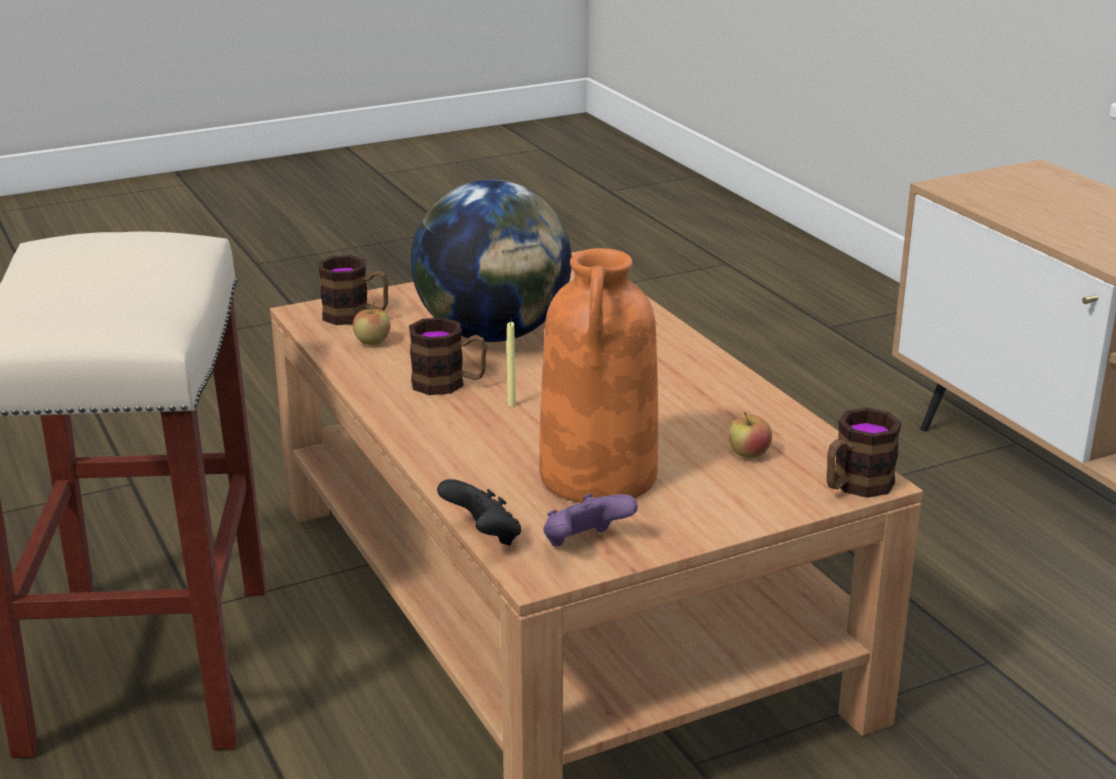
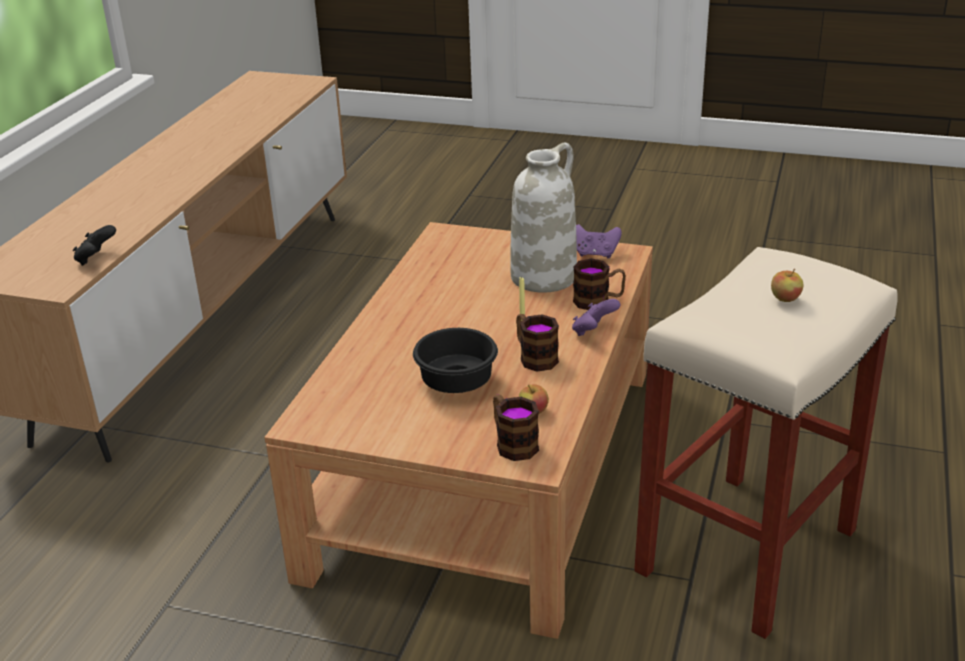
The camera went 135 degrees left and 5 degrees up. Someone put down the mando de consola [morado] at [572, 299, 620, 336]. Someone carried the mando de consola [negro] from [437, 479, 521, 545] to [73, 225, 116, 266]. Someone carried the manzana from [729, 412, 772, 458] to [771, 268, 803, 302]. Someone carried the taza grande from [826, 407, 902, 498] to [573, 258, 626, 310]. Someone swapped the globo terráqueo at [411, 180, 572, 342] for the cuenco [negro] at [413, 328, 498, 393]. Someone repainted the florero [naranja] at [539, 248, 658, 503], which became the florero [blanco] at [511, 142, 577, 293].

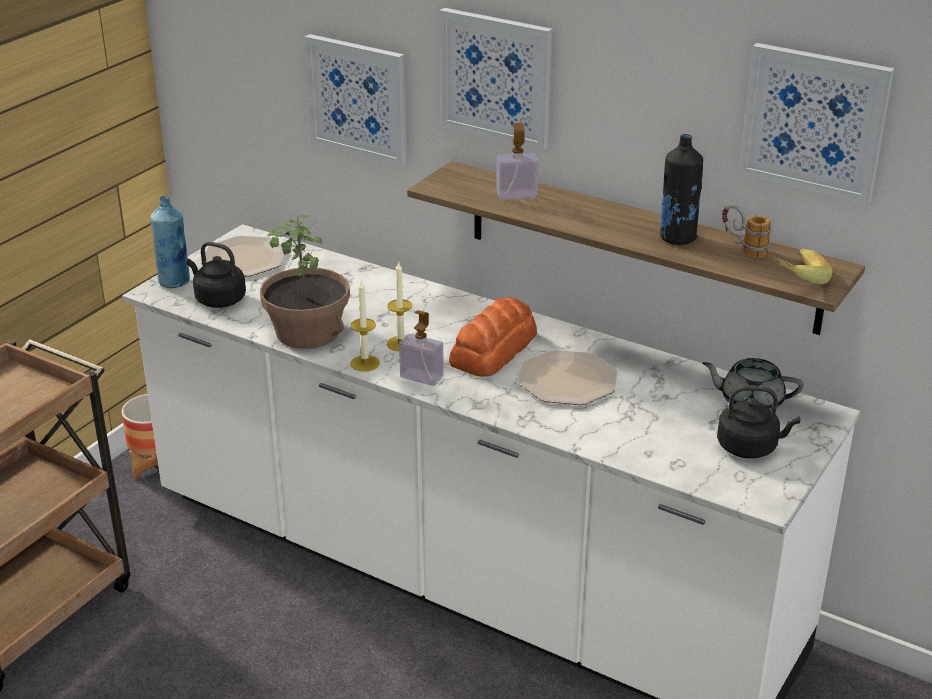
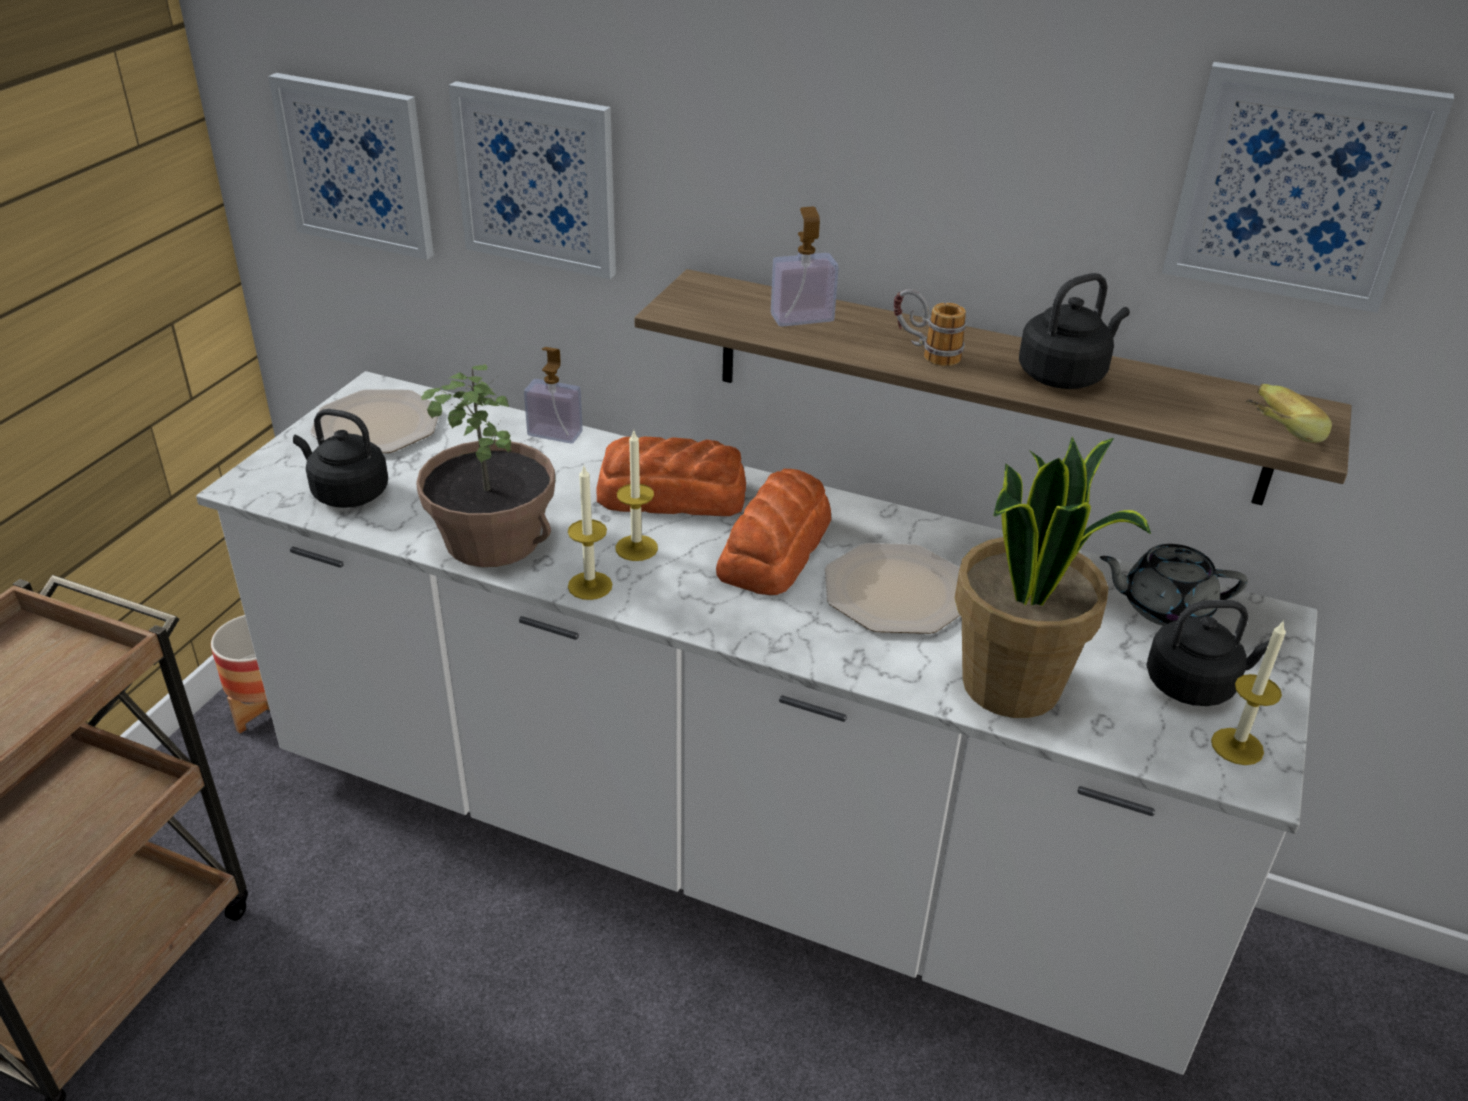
The camera went 10 degrees left and 5 degrees up. Someone took away the botella [azul] at [150, 196, 190, 288]. Someone put down the pan at [596, 437, 746, 516]. Someone put down the planta en maceta at [955, 437, 1151, 718]. Someone put down the vela at [1211, 620, 1286, 765]. Someone carried the dispensador de jabón from [399, 310, 444, 386] to [524, 347, 583, 443]. Someone carried the cuadro from [440, 8, 553, 150] to [268, 73, 434, 260]. Someone carried the taza grande from [722, 205, 771, 258] to [894, 289, 967, 366]. Someone swapped the botella [negro] at [660, 134, 703, 245] for the hervidor [negro] at [1019, 273, 1130, 389].

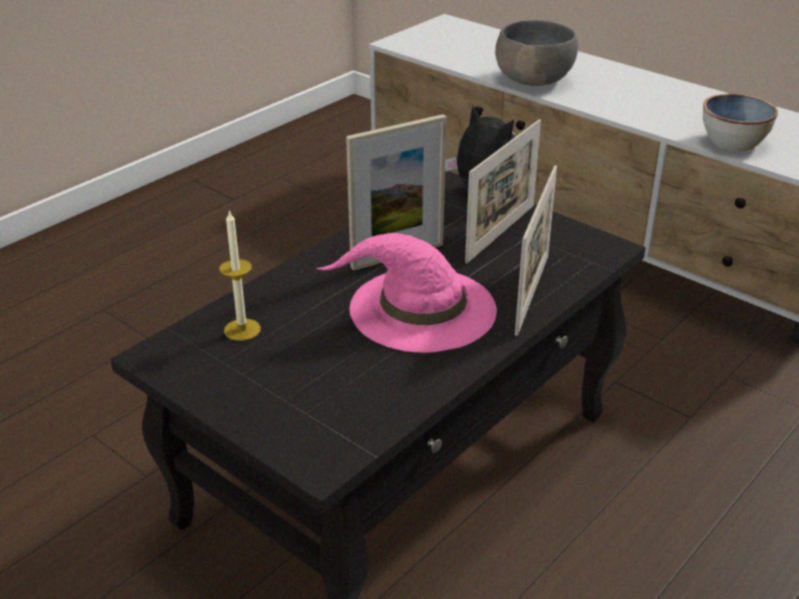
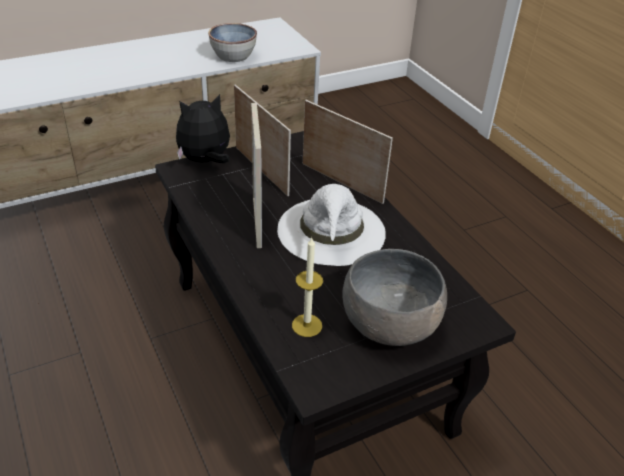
The camera went 70 degrees left and 5 degrees up. Someone carried the cuenco [gris] from [495, 20, 578, 86] to [342, 249, 447, 346]. Someone repainted the sombrero [rosa] at [316, 233, 497, 353], which became the sombrero [blanco] at [277, 184, 386, 266].

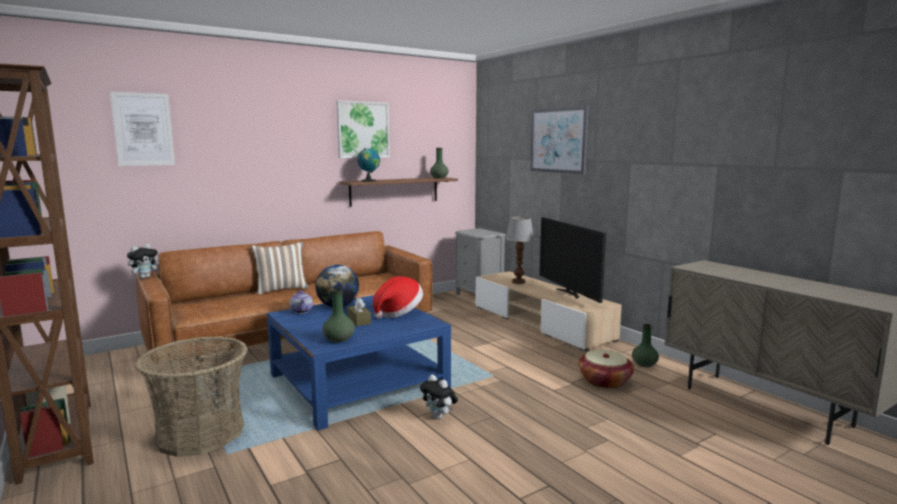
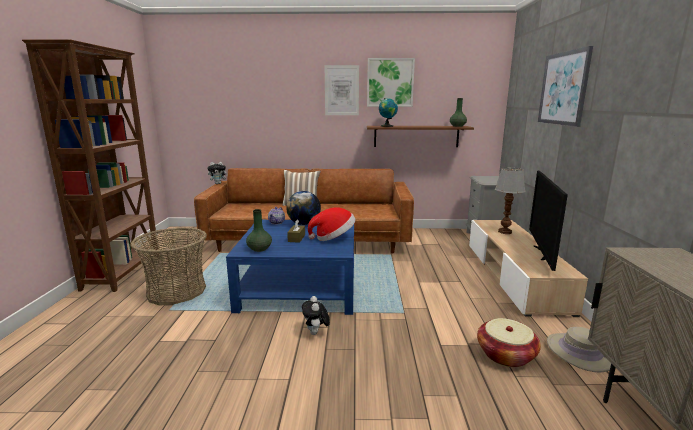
The camera went 35 degrees right and 5 degrees up. Someone carried the cuadro from [110, 92, 175, 166] to [325, 65, 359, 115]. Someone swapped the florero [verde] at [632, 324, 659, 367] for the sombrero [beis] at [547, 327, 611, 372].

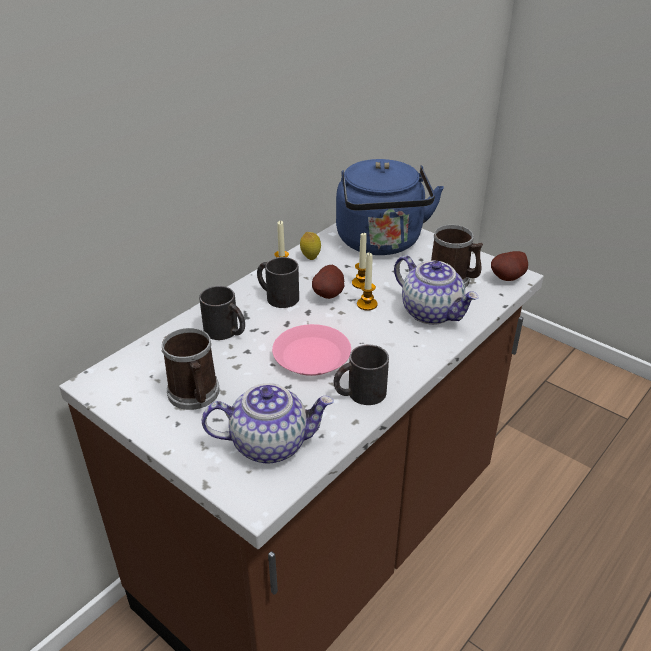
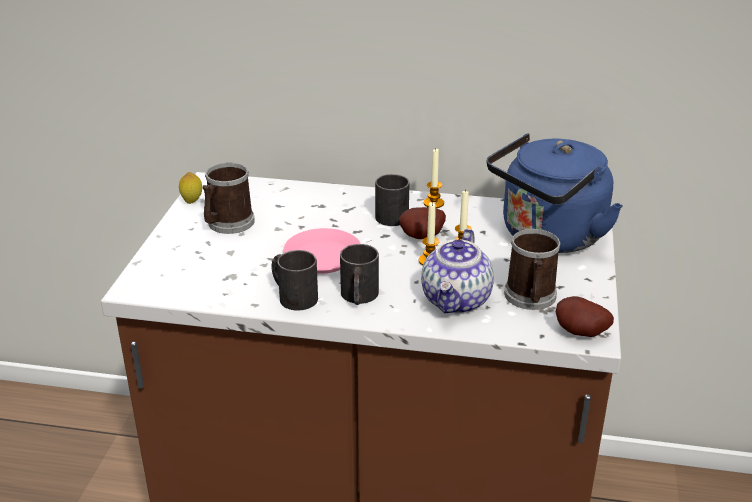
The camera went 60 degrees right and 5 degrees down. Someone took away the tetera at [202, 383, 333, 463]. Someone carried the taza grande [negro] from [199, 286, 245, 340] to [340, 244, 379, 305]. Someone carried the limón from [300, 232, 321, 260] to [179, 172, 202, 204].

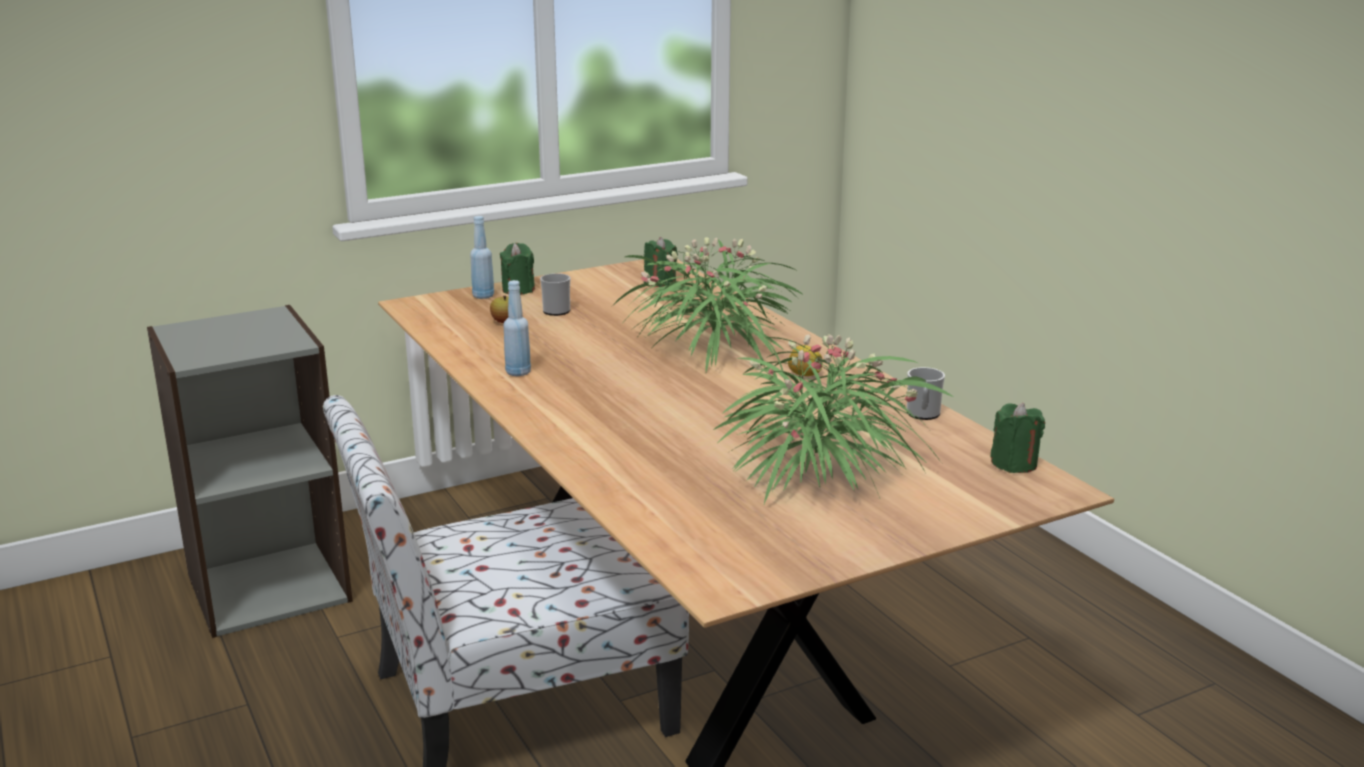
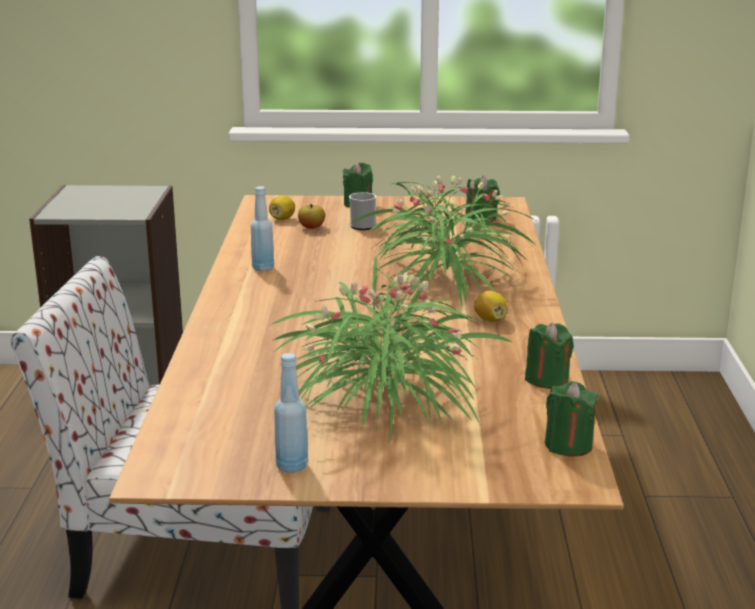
The camera went 30 degrees right and 0 degrees up. Someone put down the limón at [269, 195, 295, 220]. Someone carried the botella [azul] from [470, 216, 494, 299] to [274, 353, 308, 473]. Someone swapped the taza grande at [907, 367, 945, 420] for the vela [verde] at [525, 323, 574, 389].

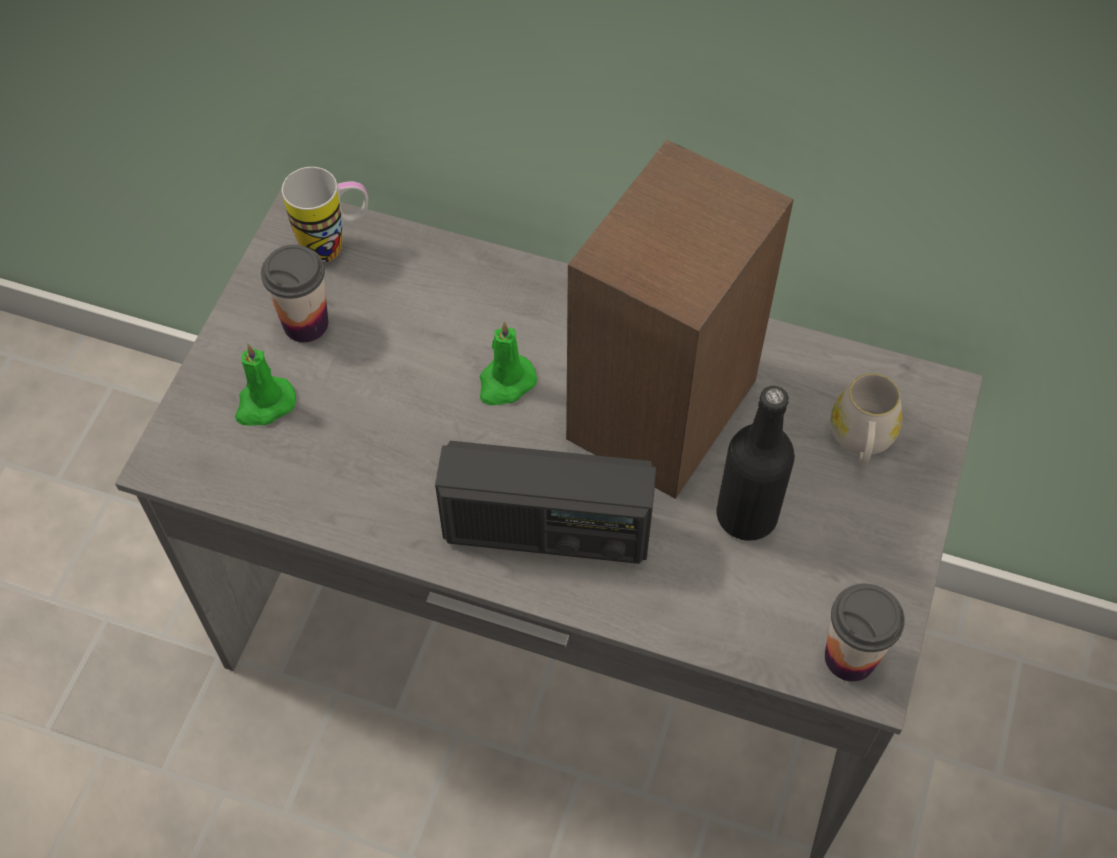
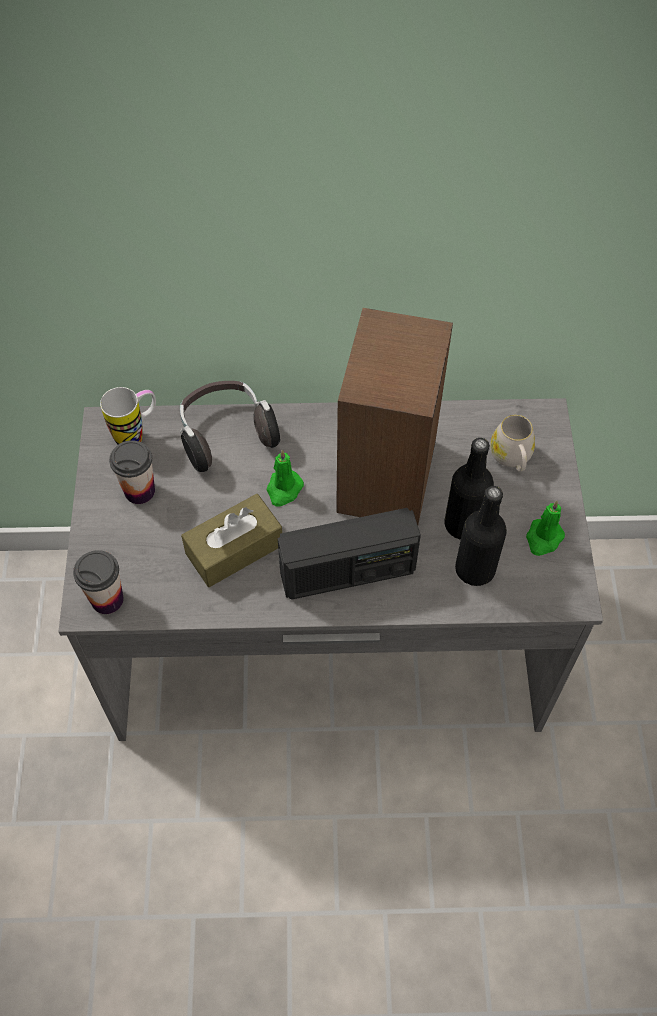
The camera went 20 degrees left and 0 degrees up. Someone put down the auriculares at [180, 381, 280, 472]. Someone put down the caja de pañuelos [marrón] at [181, 494, 282, 587]. Someone put down the botella [negro] at [455, 486, 507, 586]. Someone carried the vela [verde] from [235, 344, 296, 426] to [526, 501, 565, 556]. Someone carried the taza from [825, 584, 905, 682] to [73, 550, 124, 614].

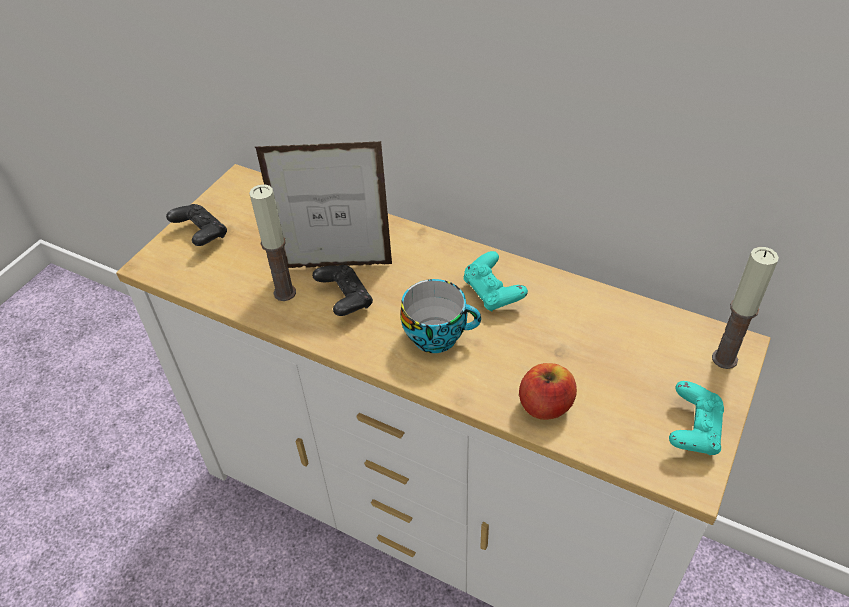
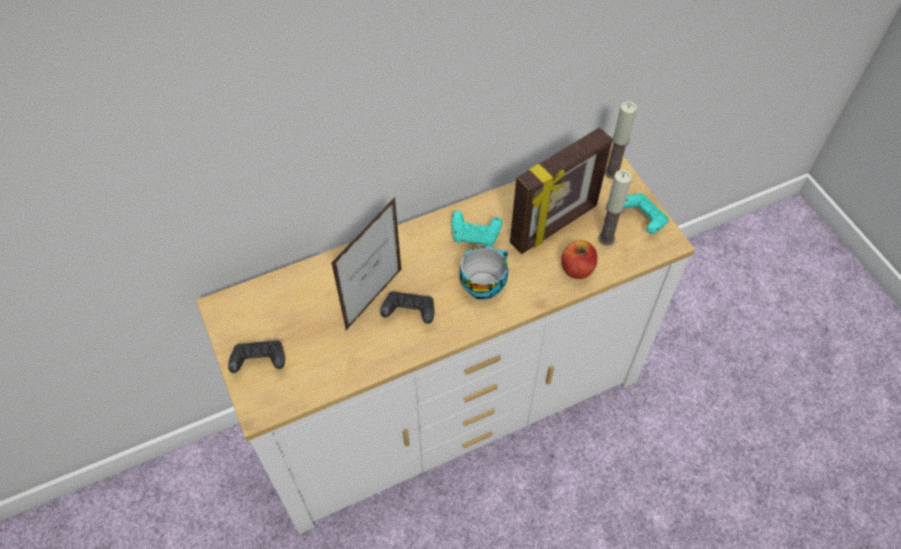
The camera went 55 degrees left and 10 degrees up. Someone put down the portarretratos at [510, 127, 613, 254]. Someone carried the vela from [249, 184, 296, 301] to [598, 170, 632, 246].

